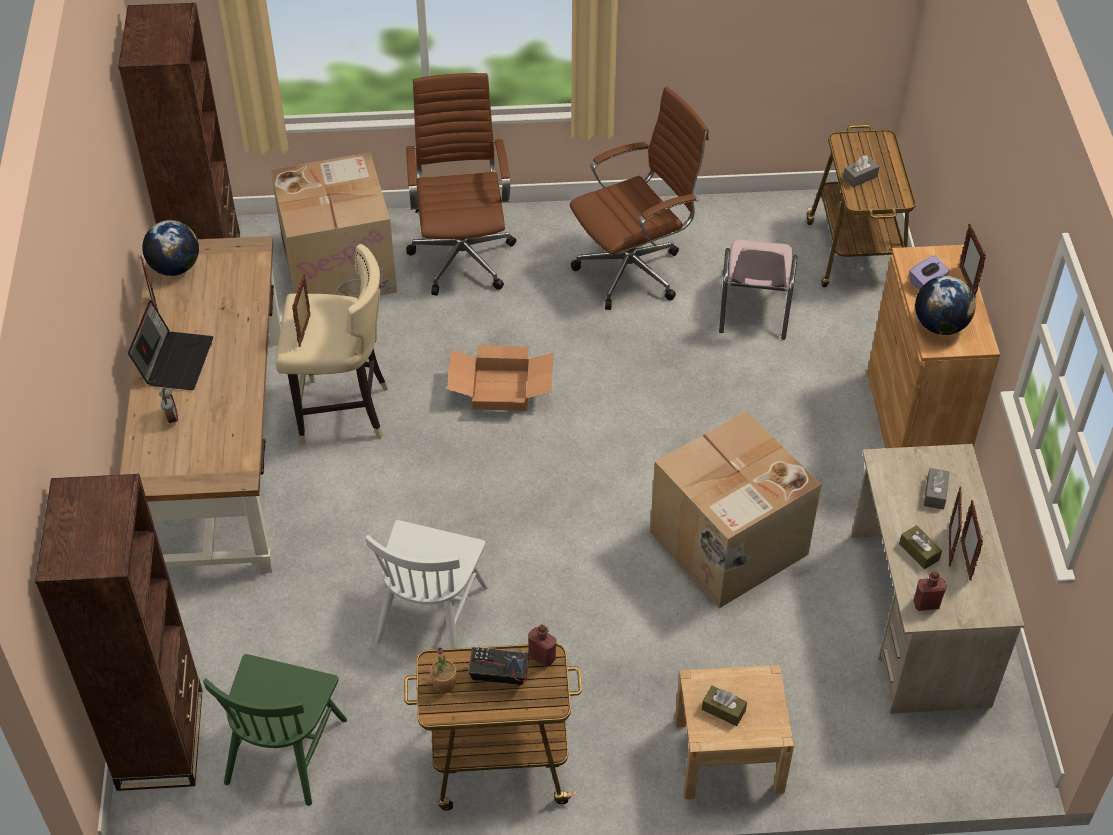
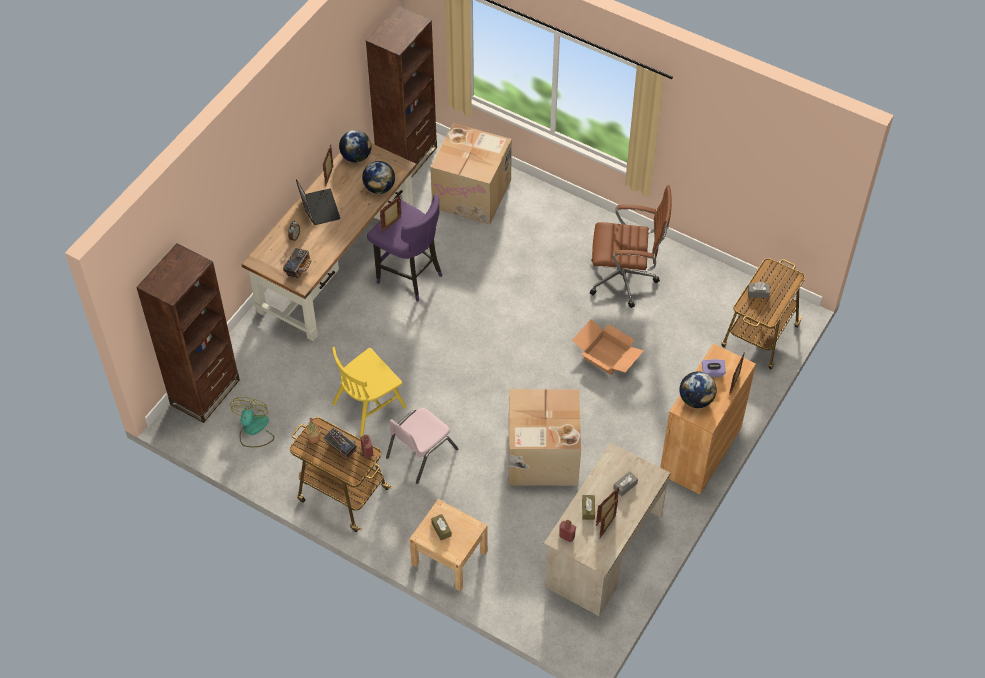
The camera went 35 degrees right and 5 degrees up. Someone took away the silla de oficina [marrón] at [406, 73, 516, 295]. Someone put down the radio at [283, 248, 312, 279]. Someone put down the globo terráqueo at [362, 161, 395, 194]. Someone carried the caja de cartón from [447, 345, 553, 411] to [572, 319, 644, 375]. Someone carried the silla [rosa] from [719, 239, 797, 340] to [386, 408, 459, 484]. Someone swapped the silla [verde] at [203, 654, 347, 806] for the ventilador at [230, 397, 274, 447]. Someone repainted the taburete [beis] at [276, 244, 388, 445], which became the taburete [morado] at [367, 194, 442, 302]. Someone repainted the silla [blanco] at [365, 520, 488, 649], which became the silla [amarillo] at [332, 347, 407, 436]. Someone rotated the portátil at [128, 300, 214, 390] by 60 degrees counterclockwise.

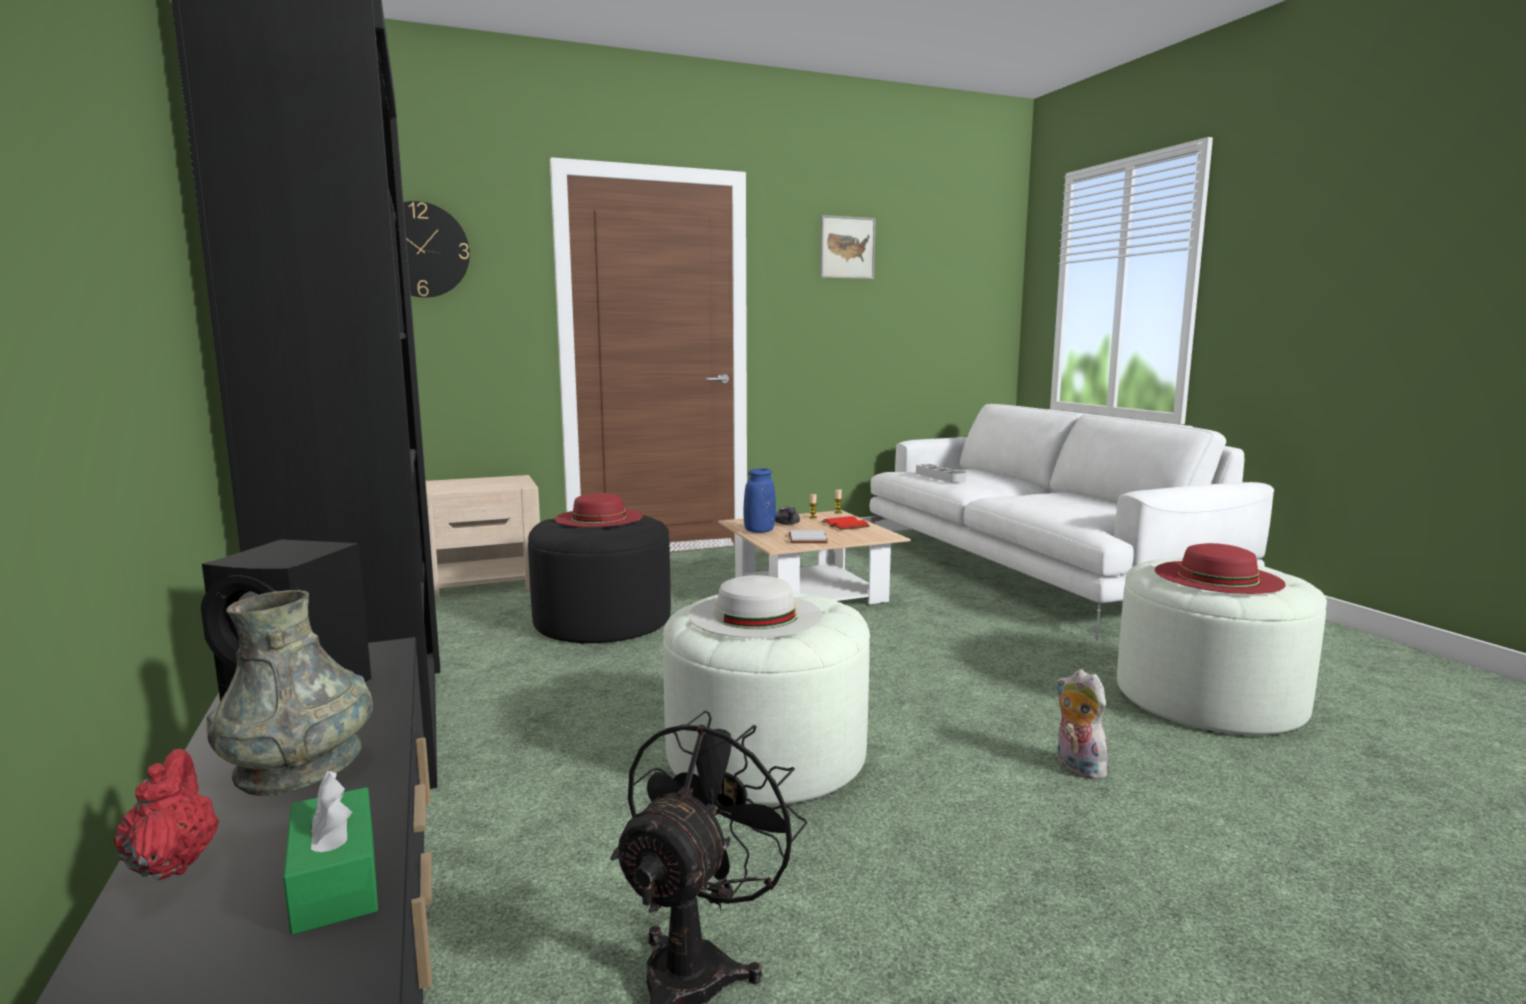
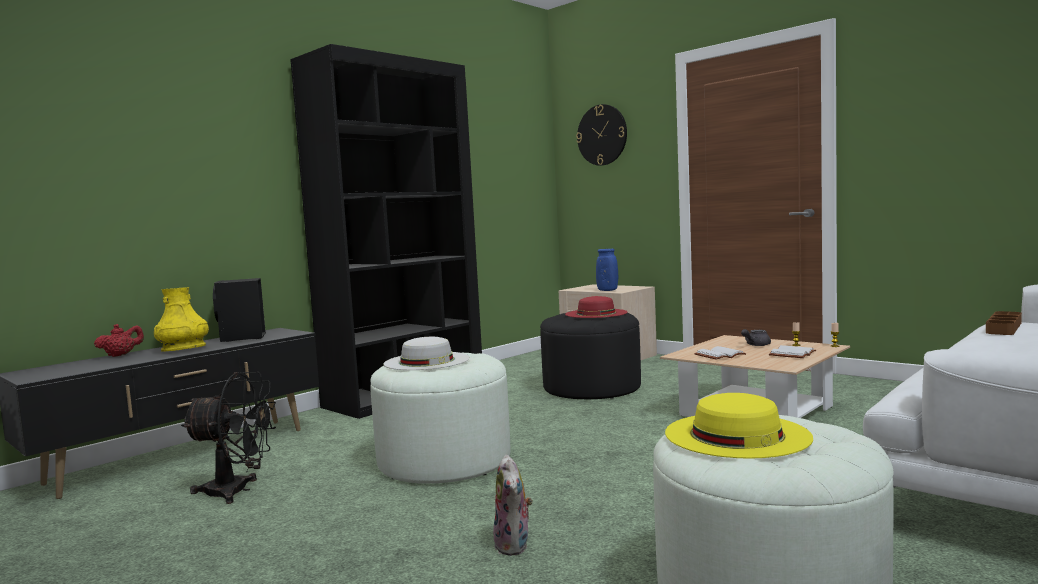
The camera went 65 degrees right and 5 degrees down. Someone took away the caja de pañuelos [verde] at [283, 771, 378, 935]. Someone took away the cuadro at [820, 215, 876, 279]. Someone carried the florero [azul] from [743, 468, 776, 533] to [596, 249, 618, 291]. Someone repainted the florero [gris] at [206, 590, 373, 796], which became the florero [amarillo] at [154, 287, 209, 352]. Someone repainted the libro [rojo] at [821, 516, 870, 530], which became the libro [blanco] at [769, 345, 816, 358]. Someone repainted the bandeja [gris] at [916, 464, 966, 483], which became the bandeja [marrón] at [986, 311, 1022, 335]. Someone repainted the sombrero [rojo] at [1155, 543, 1286, 594], which became the sombrero [amarillo] at [665, 393, 813, 459]. Someone rotated the peluche at [1056, 669, 1109, 779] by 135 degrees clockwise.

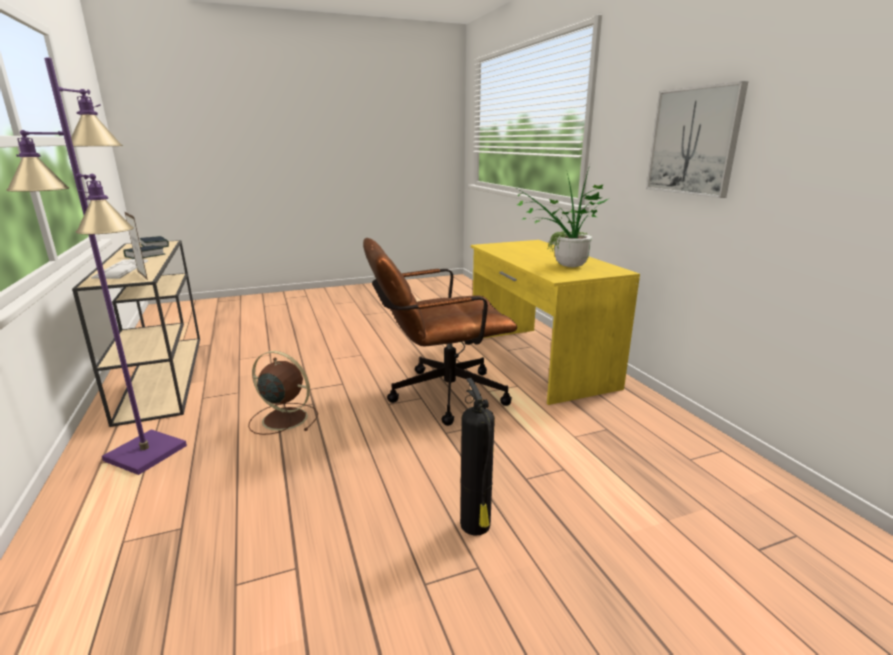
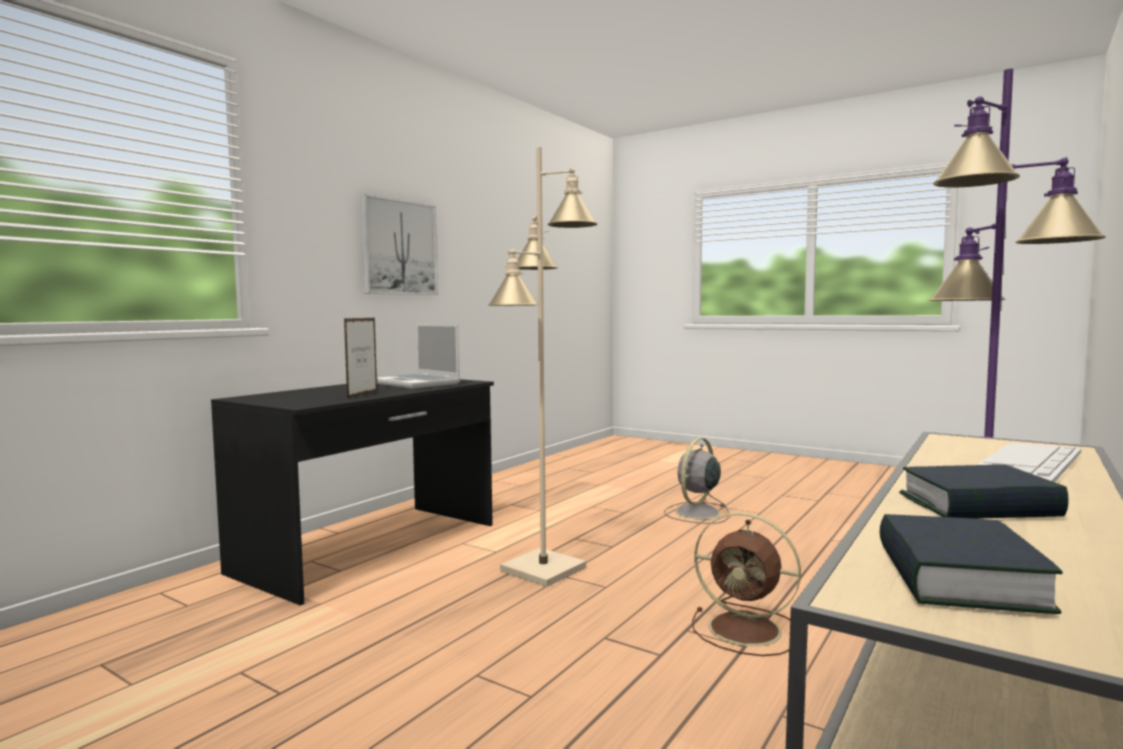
The camera went 125 degrees left and 15 degrees down. Someone carried the portarretratos from [125, 212, 148, 280] to [344, 318, 377, 398]. Someone swapped the silla de oficina [marrón] at [363, 238, 517, 426] for the lámpara de pie [beis] at [488, 147, 597, 587]. Someone swapped the extintor at [460, 378, 495, 536] for the ventilador [gris] at [664, 438, 729, 524]. Someone swapped the planta en maceta at [517, 165, 610, 267] for the portátil at [377, 323, 460, 389]. Someone repainted the escritorio [amarillo] at [471, 240, 640, 405], which became the escritorio [negro] at [211, 379, 494, 605]. Someone rotated the ventilador [marrón] at [248, 351, 318, 435] by 45 degrees counterclockwise.

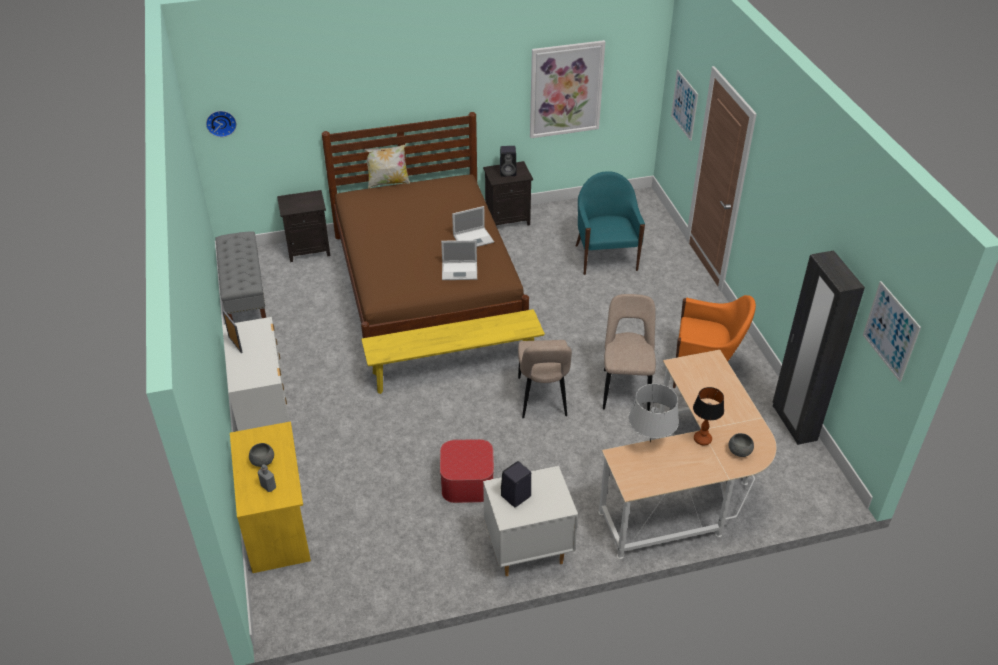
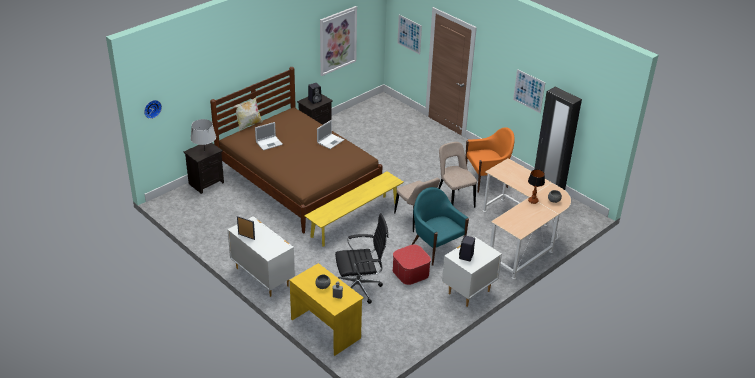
The camera went 30 degrees left and 5 degrees down. Someone took away the banco [gris] at [216, 231, 266, 321]. Someone put down the silla de oficina [negro] at [335, 213, 388, 304]. Someone carried the portátil from [441, 240, 477, 280] to [255, 122, 283, 150]. Someone carried the sillón [turquesa] from [576, 171, 645, 275] to [412, 187, 469, 266]. Someone carried the lámpara de mesa [gris] from [628, 384, 679, 442] to [191, 119, 216, 151]. Someone carried the cuadro from [863, 281, 921, 382] to [513, 69, 545, 113].

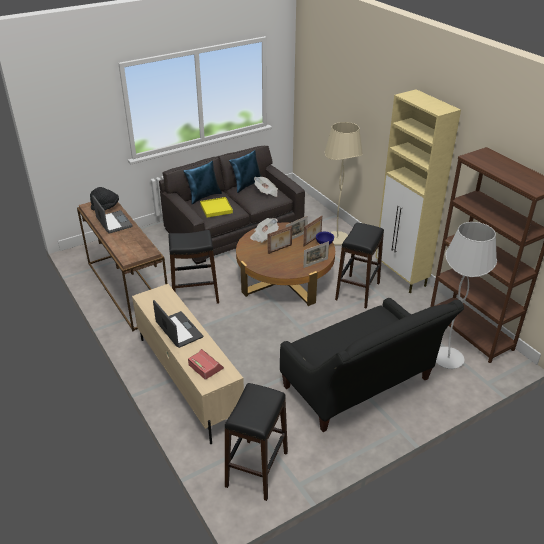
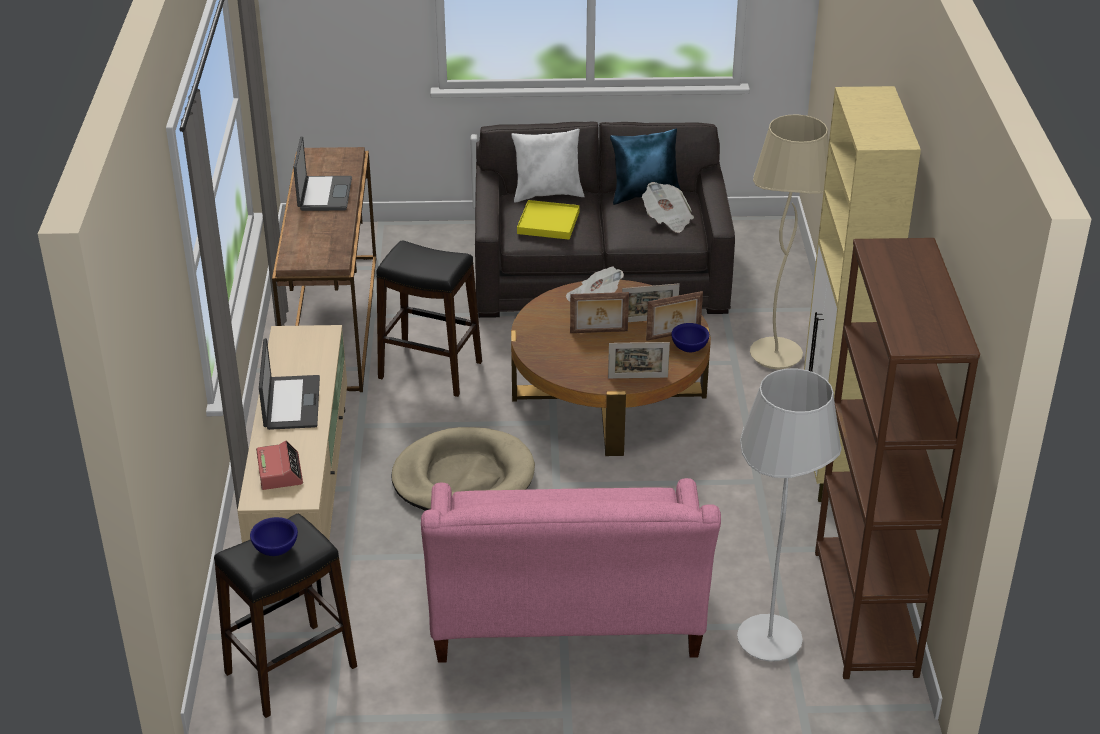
The camera went 30 degrees right and 0 degrees up. Someone took away the sombrero [negro] at [90, 187, 119, 211]. Someone took away the taburete [negro] at [335, 223, 384, 308]. Someone put down the cuenco [azul] at [250, 517, 298, 556]. Someone put down the cama para perro [beis] at [391, 427, 535, 511]. Someone repainted the cojín [azul] at [183, 161, 222, 204], which became the cojín [blanco] at [511, 129, 585, 203]. Someone repainted the sofá [negro] at [280, 298, 464, 432], which became the sofá [rosa] at [421, 478, 721, 663].

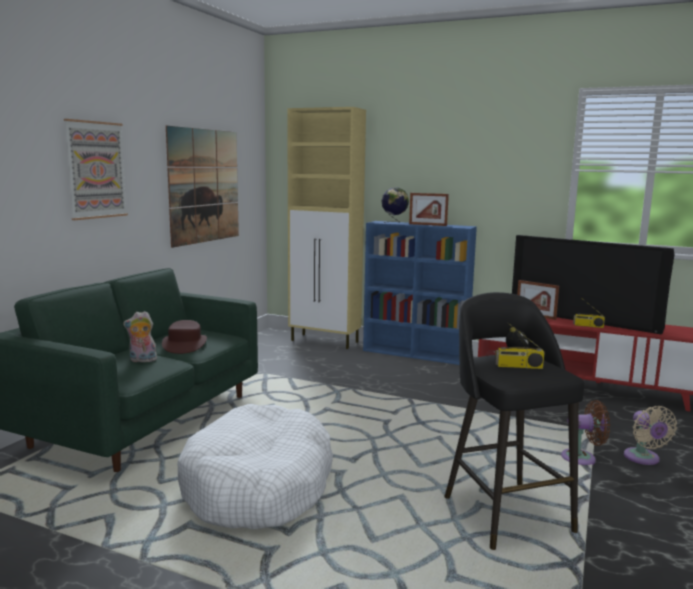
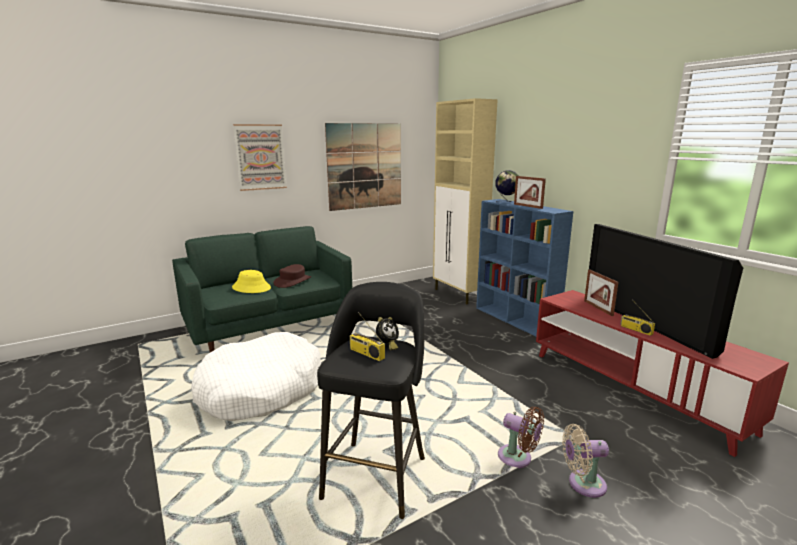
The camera went 35 degrees right and 5 degrees up. Someone swapped the peluche at [123, 311, 157, 362] for the sombrero [amarillo] at [232, 270, 271, 293]. Someone rotated the ventilador [beis] at [624, 406, 677, 465] by 60 degrees clockwise.

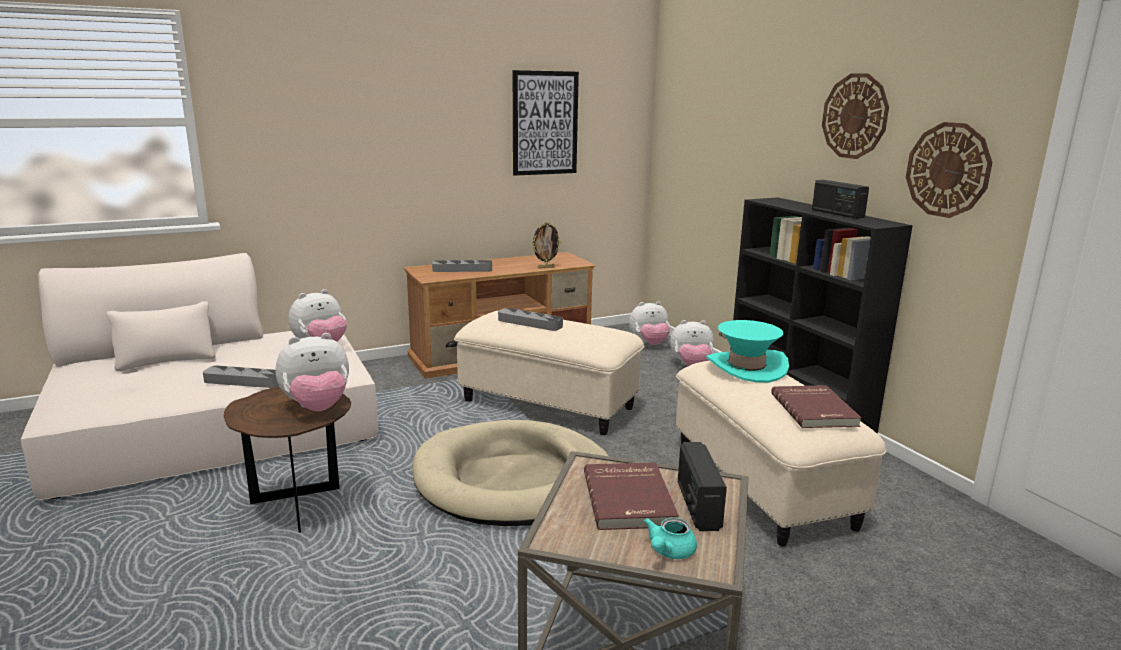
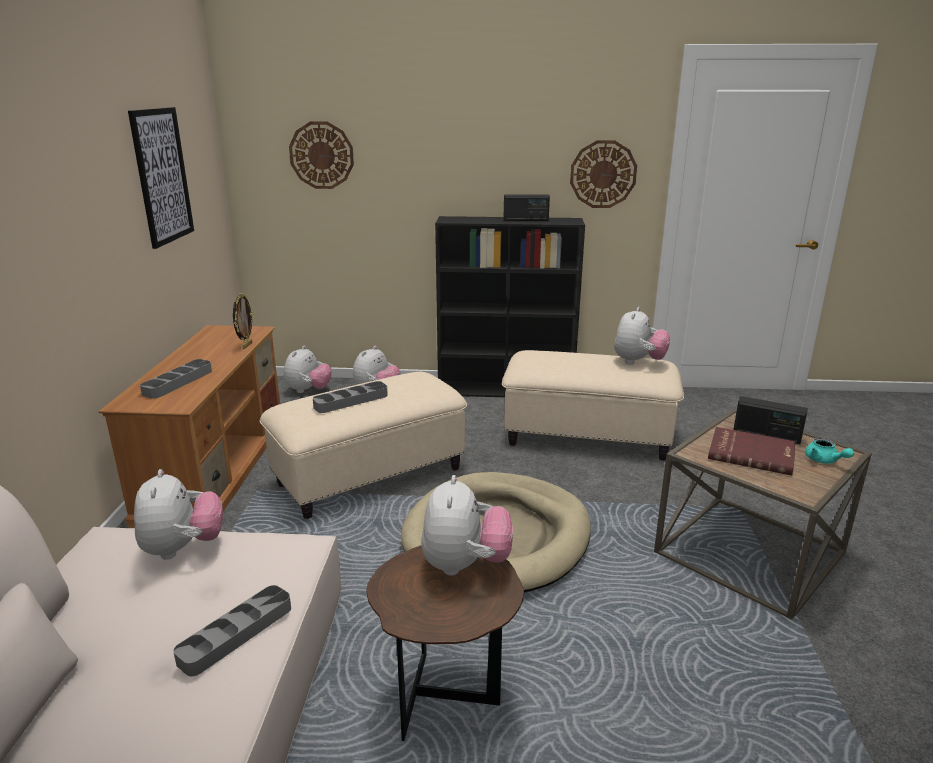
The camera went 60 degrees left and 5 degrees up. Someone took away the sombrero [turquesa] at [706, 320, 789, 383]. Someone carried the reloj de pared from [822, 74, 889, 159] to [289, 121, 354, 189]. Someone swapped the libro [rojo] at [771, 385, 862, 428] for the peluche at [614, 307, 670, 364].

